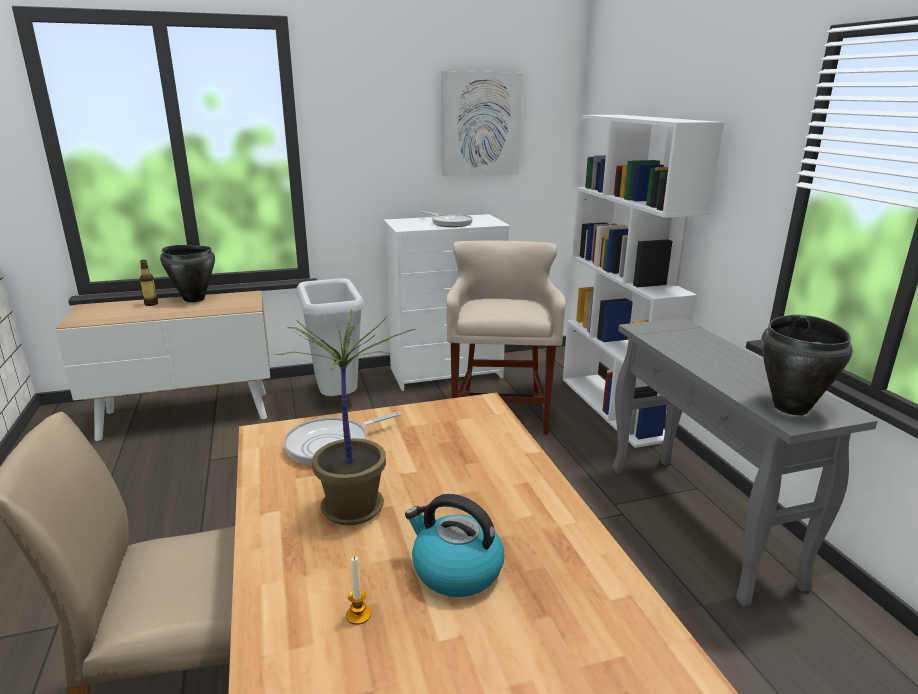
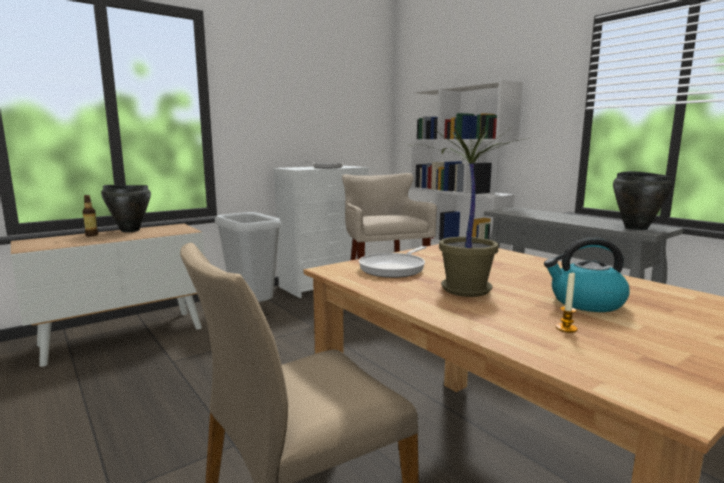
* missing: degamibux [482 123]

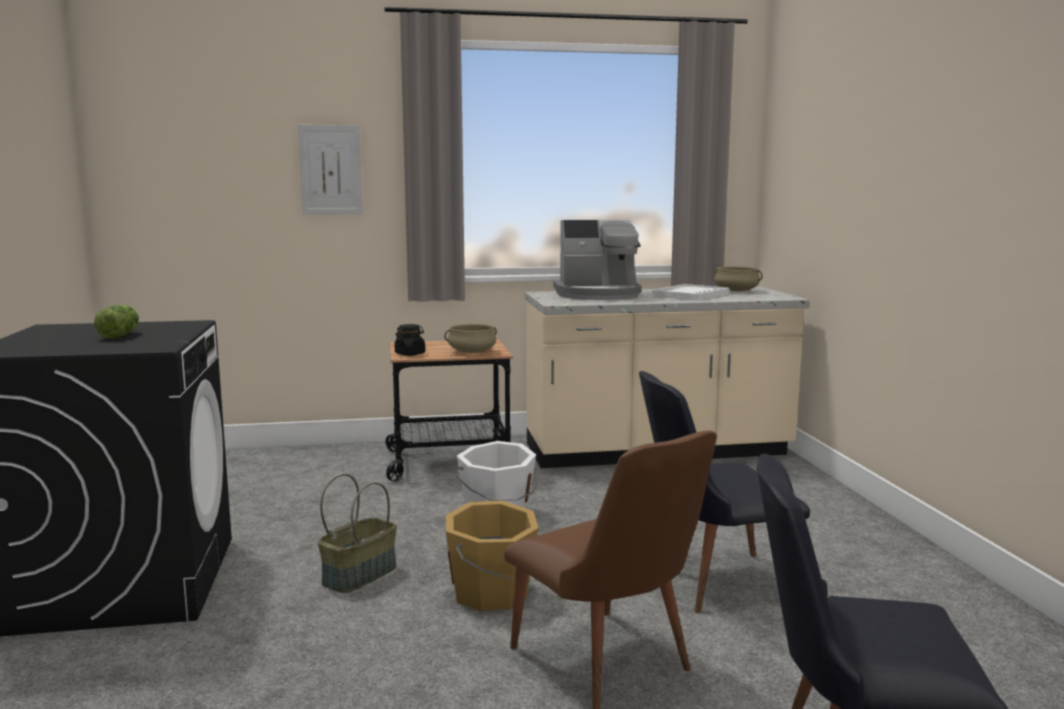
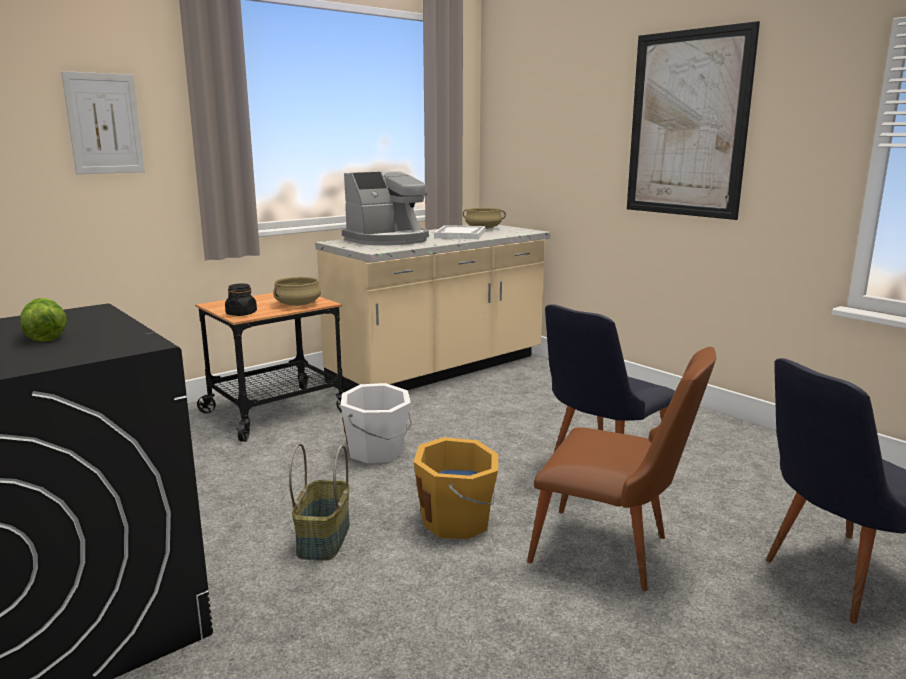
* appeared: degamibux [693 120]

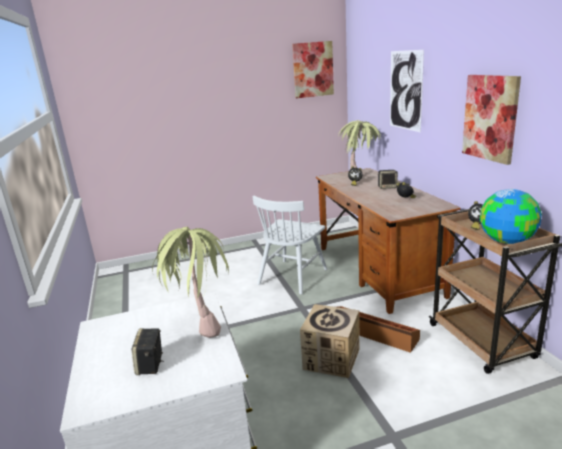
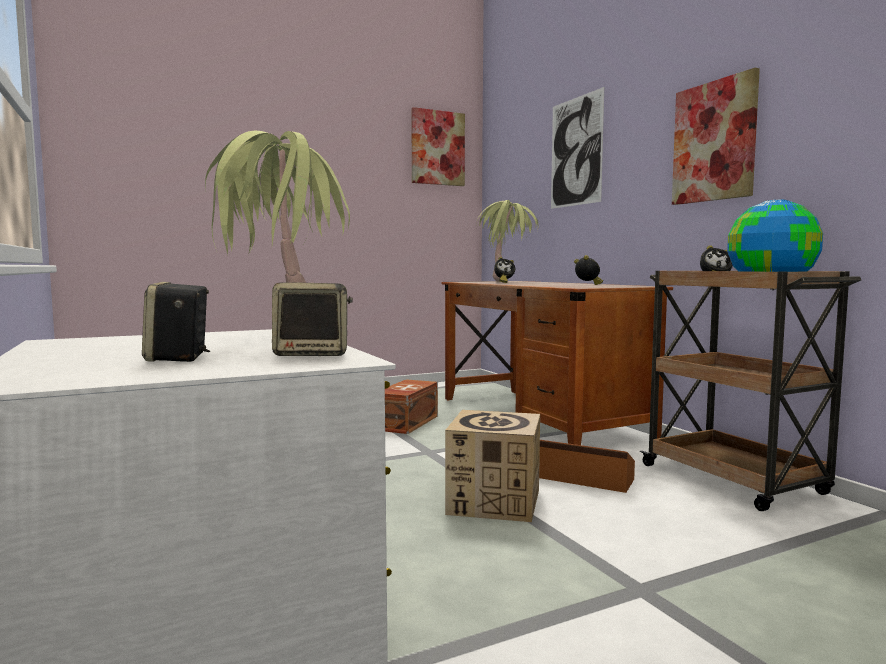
* relocated: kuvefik [388 179] to [312 319]
* exchanged: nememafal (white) [290 245] to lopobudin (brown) [411 406]

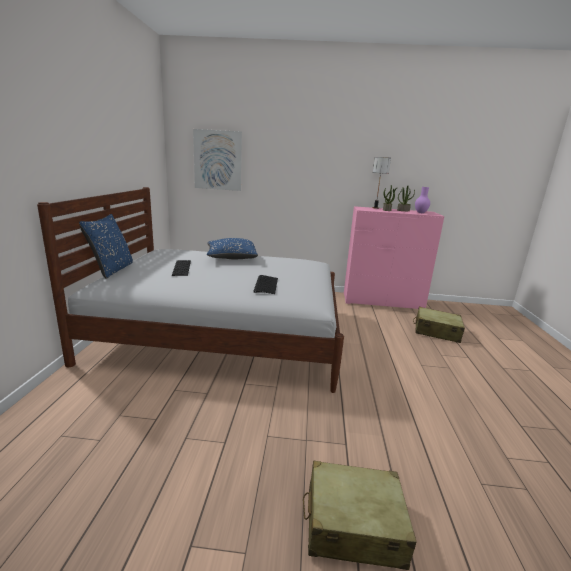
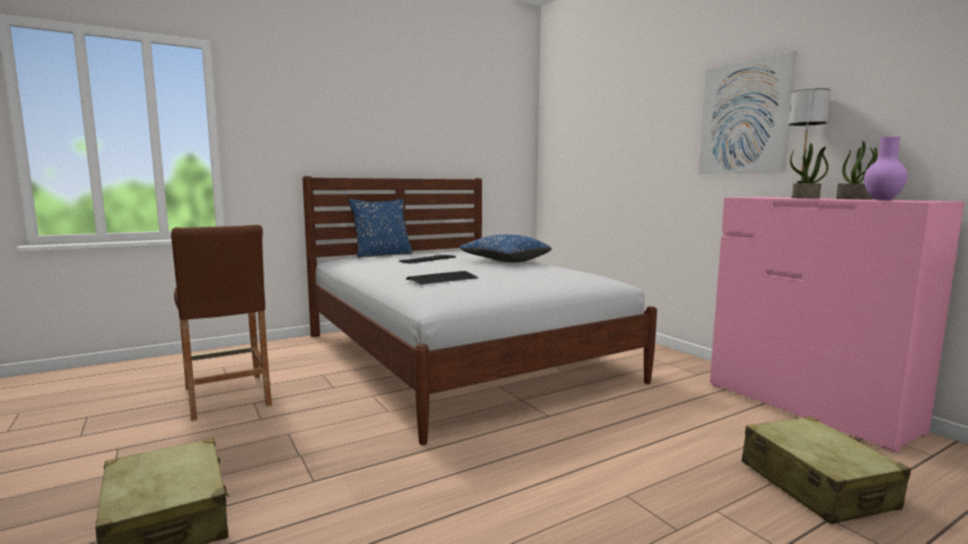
* appeared: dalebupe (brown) [221 323]
* relocated: degamibux [217 160] to [748 112]

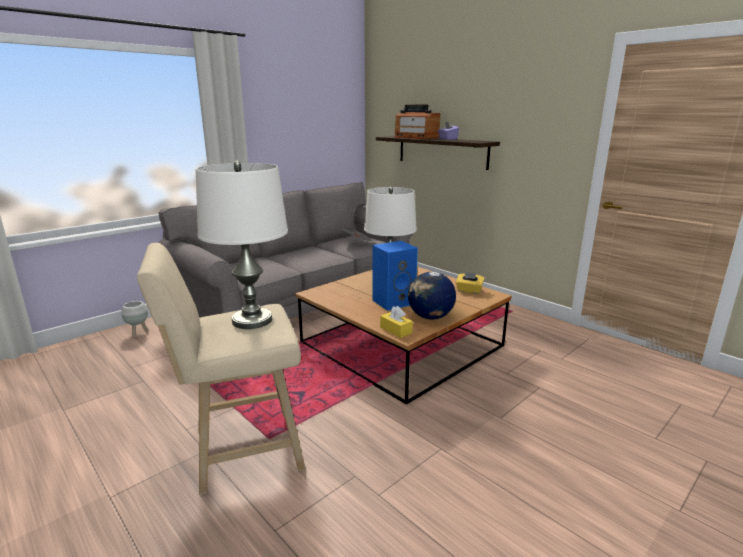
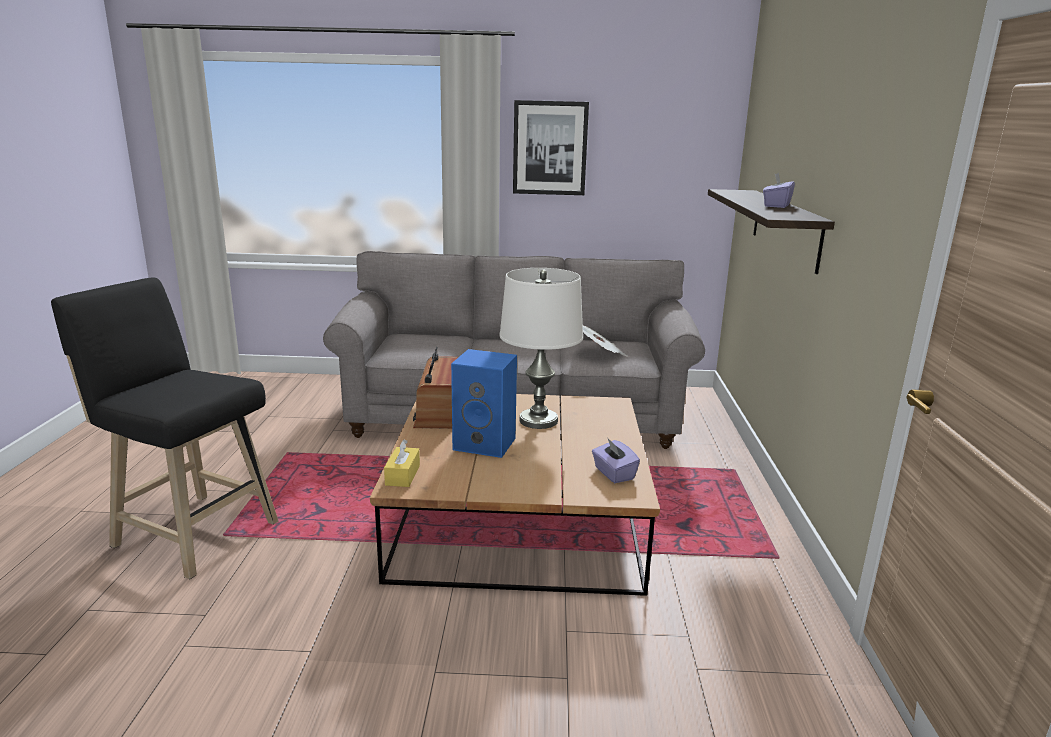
* colour: dalebupe (beige) [221 369] to dalebupe (black) [164 428]
* relocated: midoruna [417 122] to [435 388]
* appeared: degamibux [551 147]
* colour: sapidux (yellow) [470 283] to sapidux (purple) [616 460]
* missing: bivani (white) [135 319]
* missing: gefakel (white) [242 245]
* missing: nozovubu [432 296]

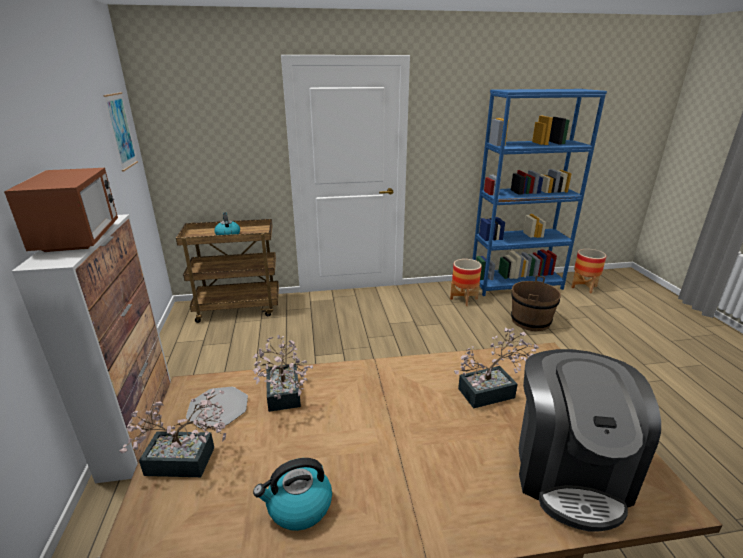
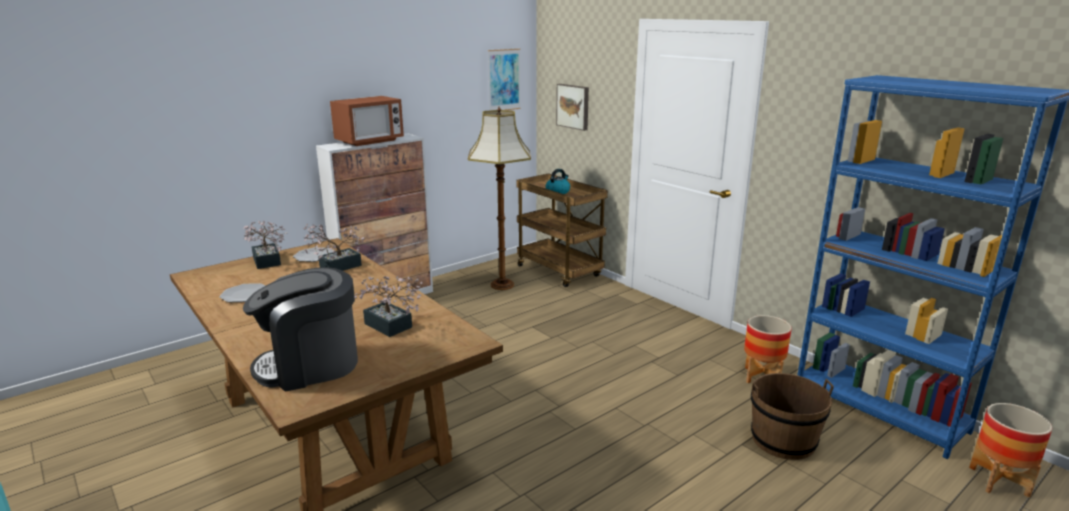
* exchanged: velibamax [292 494] to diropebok [242 292]
* appeared: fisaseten [499 198]
* appeared: degamibux [572 107]

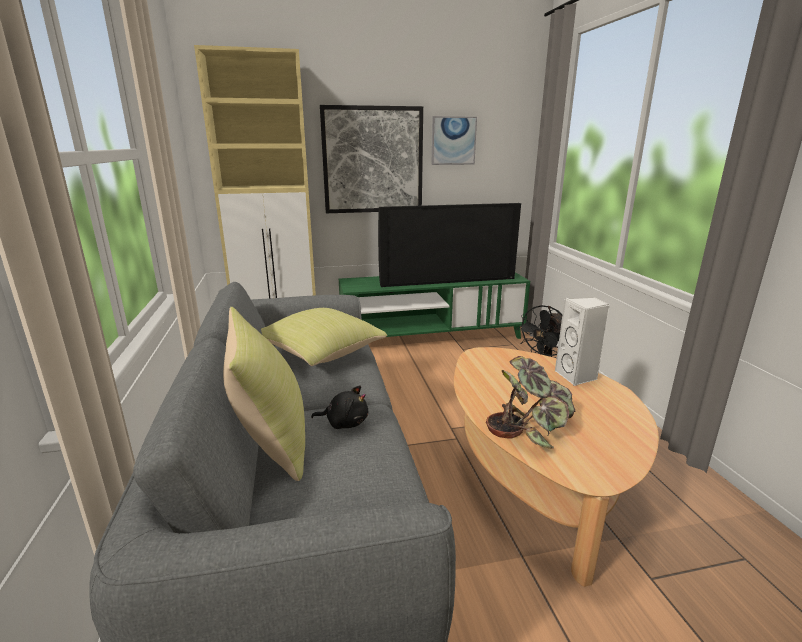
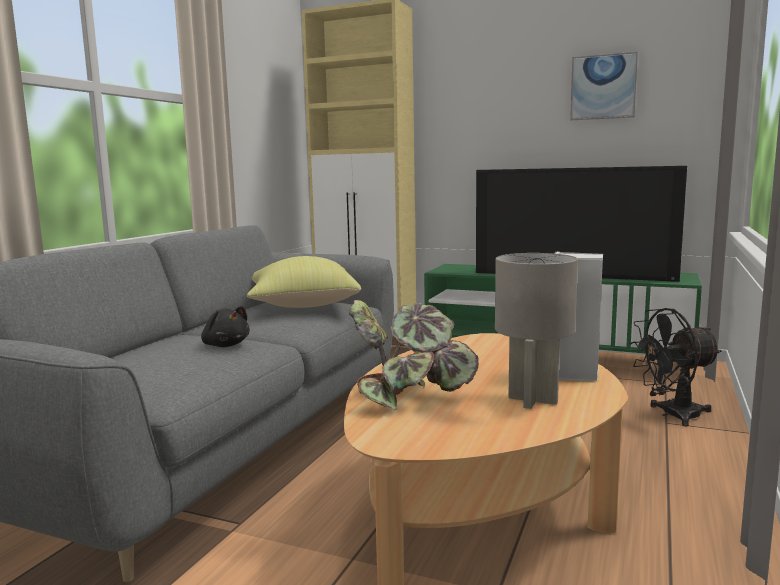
* appeared: gefakel (grey) [536 331]
* missing: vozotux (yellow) [264 394]
* missing: degamibux [371 159]

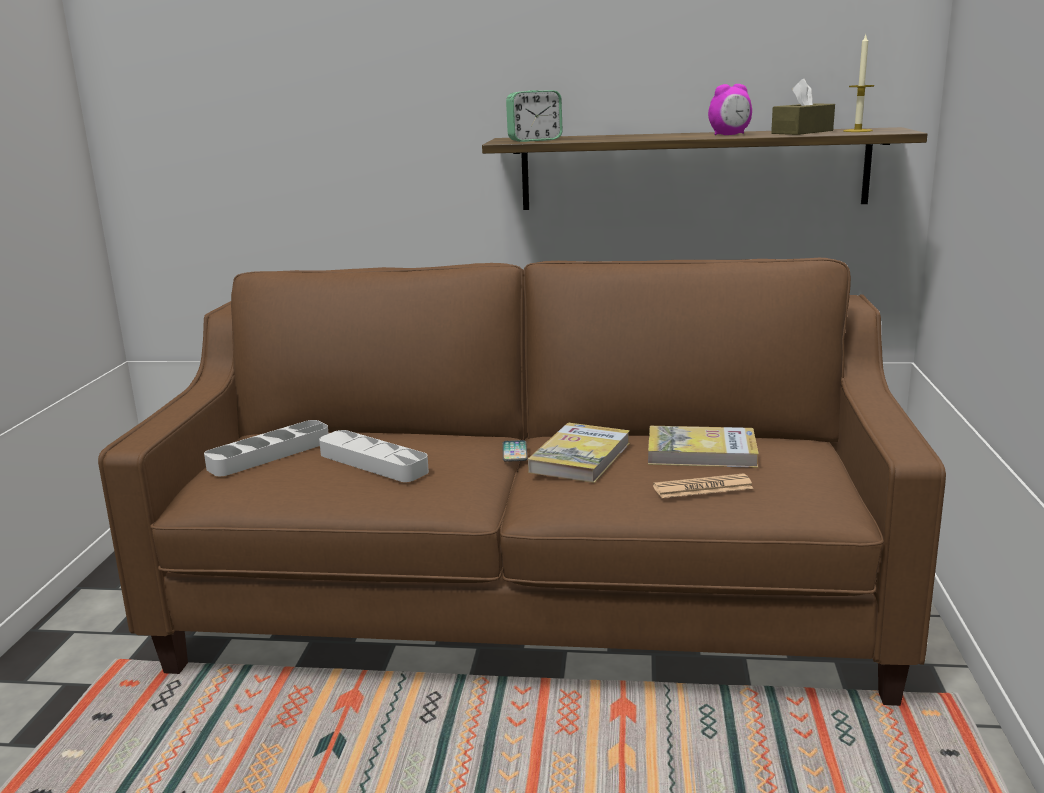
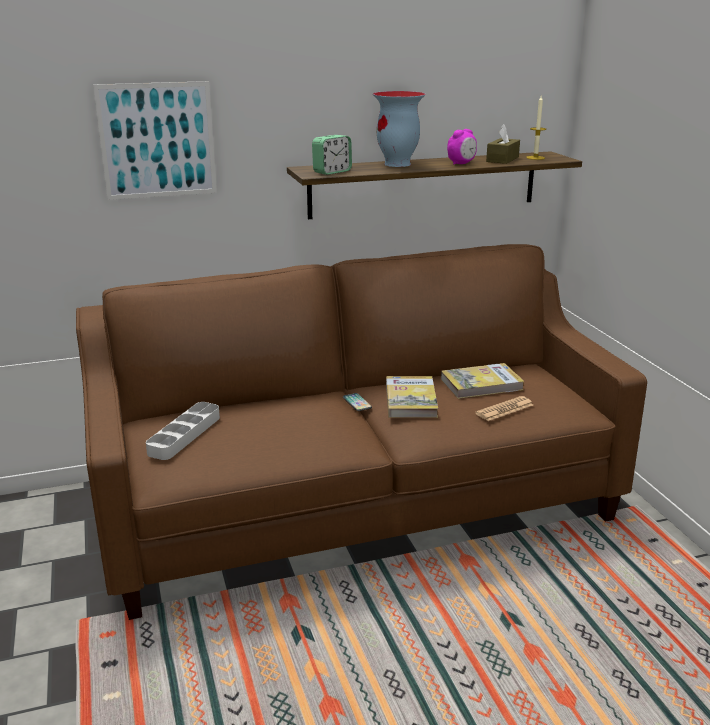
* appeared: degamibux [155 140]
* appeared: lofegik [399 129]
* missing: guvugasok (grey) [374 456]

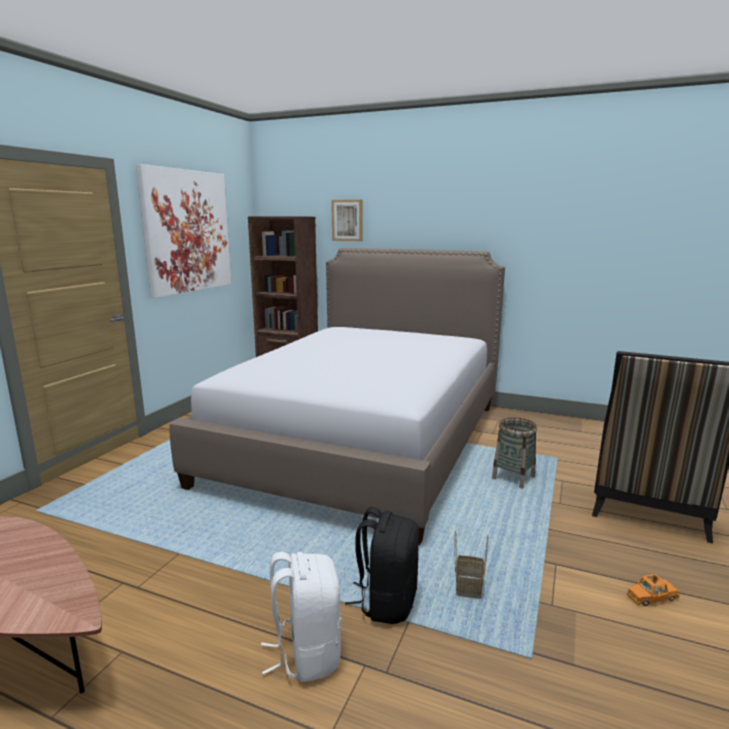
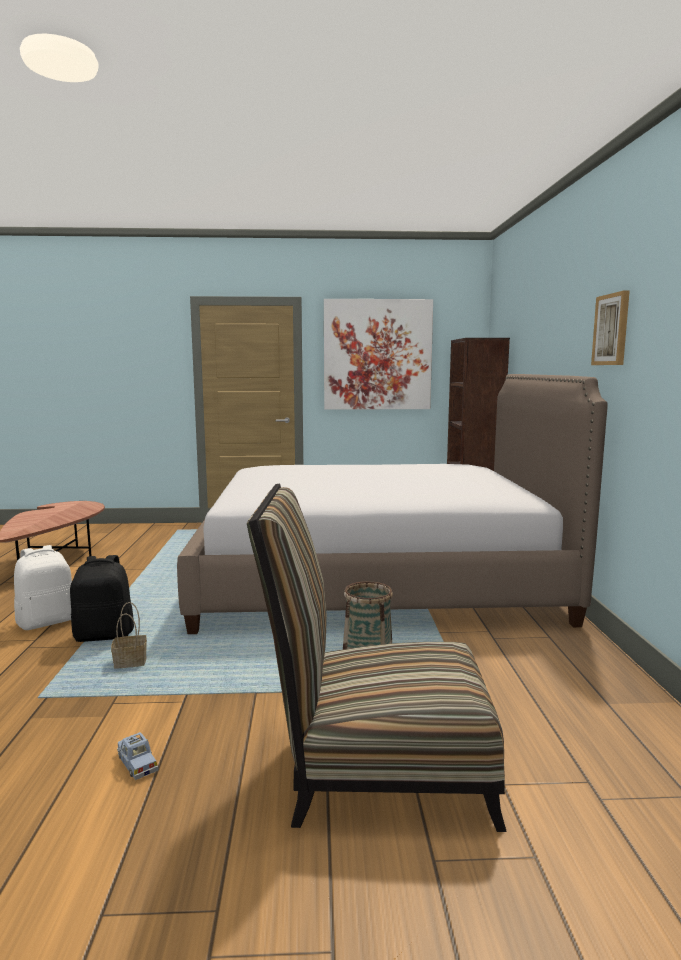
* colour: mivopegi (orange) [653 590] to mivopegi (blue) [138 756]
* relocated: degamibux [347 220] to [610 327]

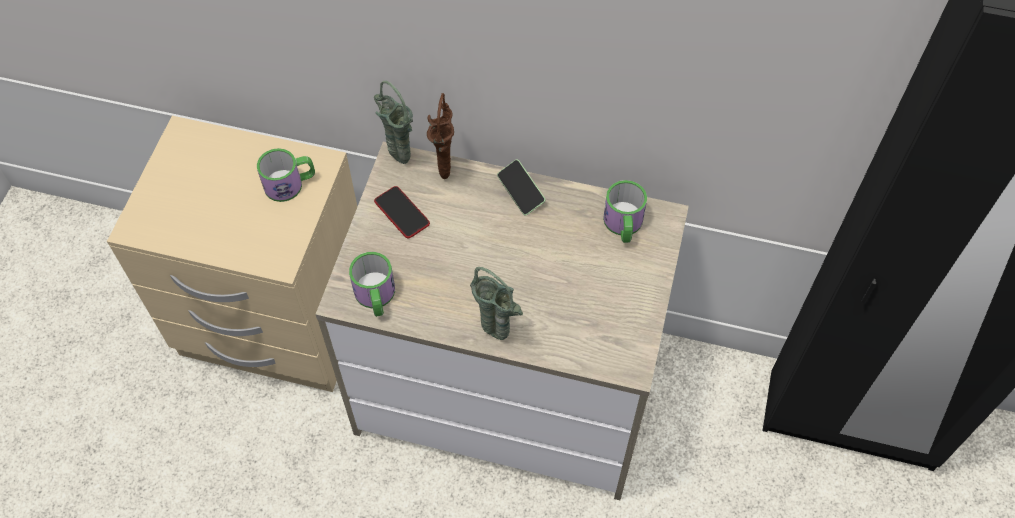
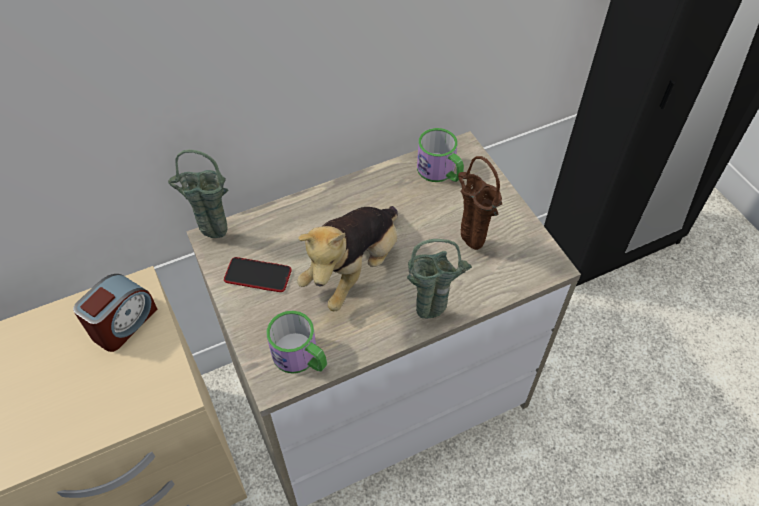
* exchanged: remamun [286 175] to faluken [115 313]
* appeared: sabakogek [347 258]
* relocated: lofegik (brown) [440 136] to [480 203]
* missing: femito [521 187]

